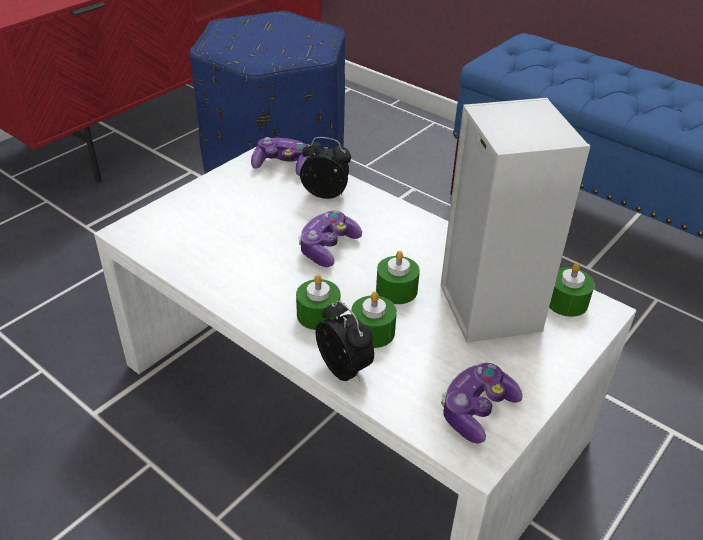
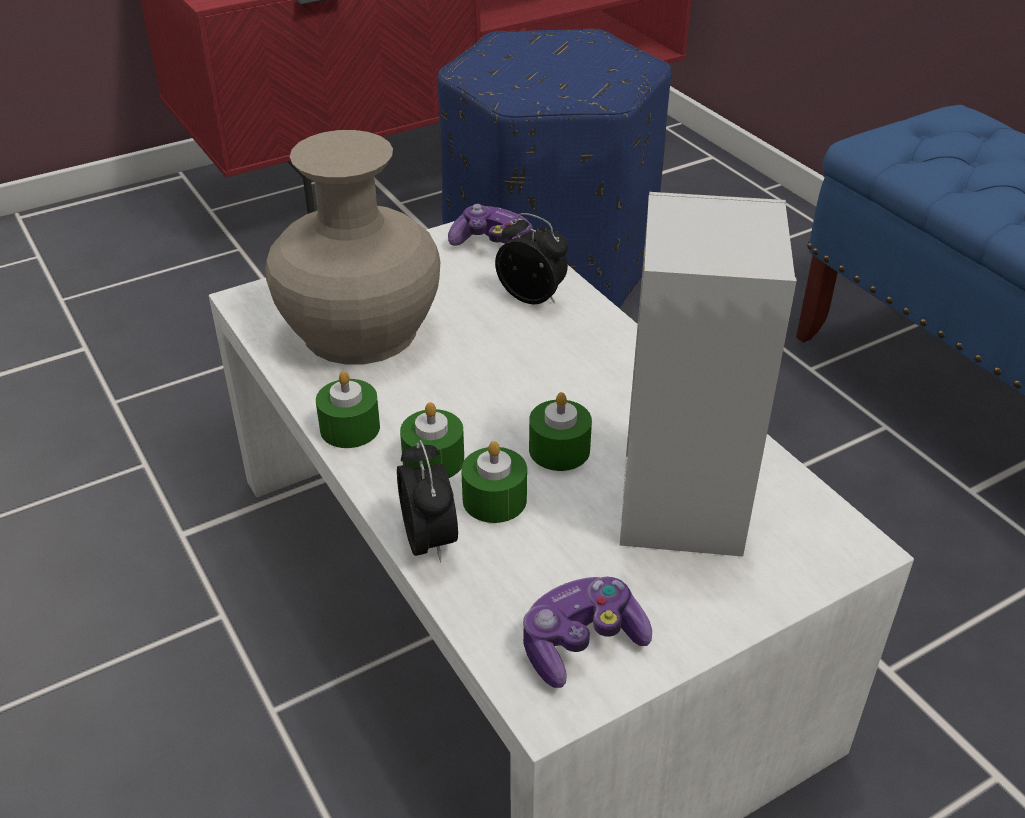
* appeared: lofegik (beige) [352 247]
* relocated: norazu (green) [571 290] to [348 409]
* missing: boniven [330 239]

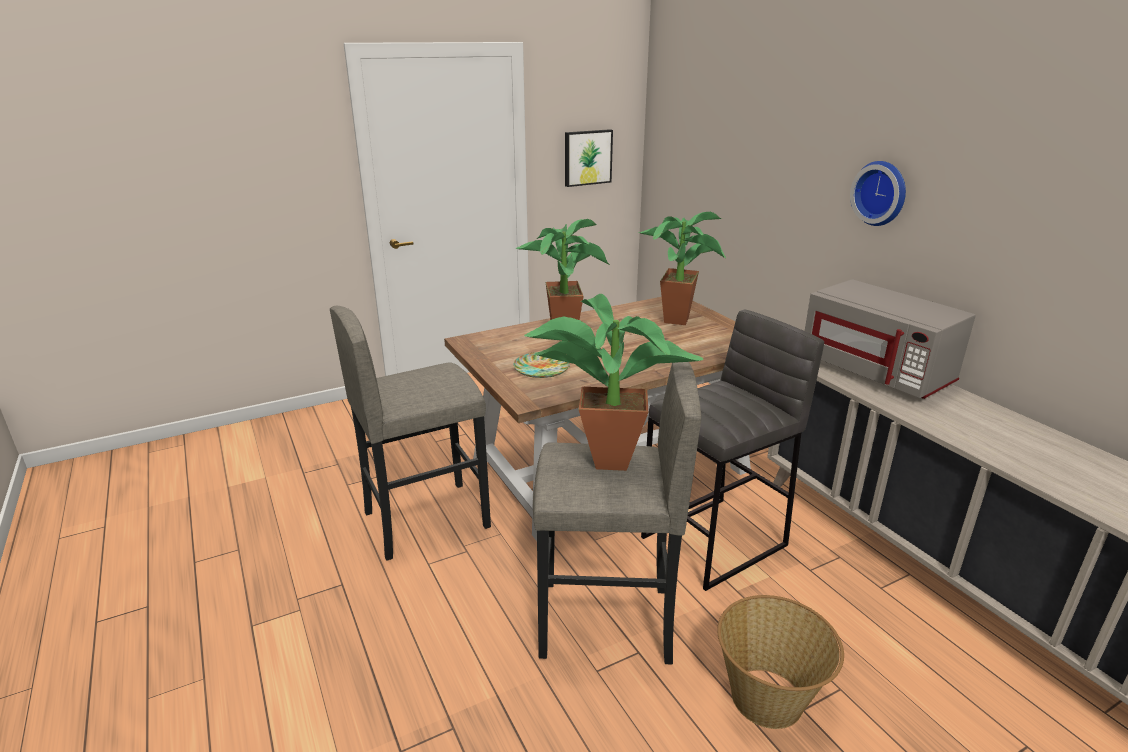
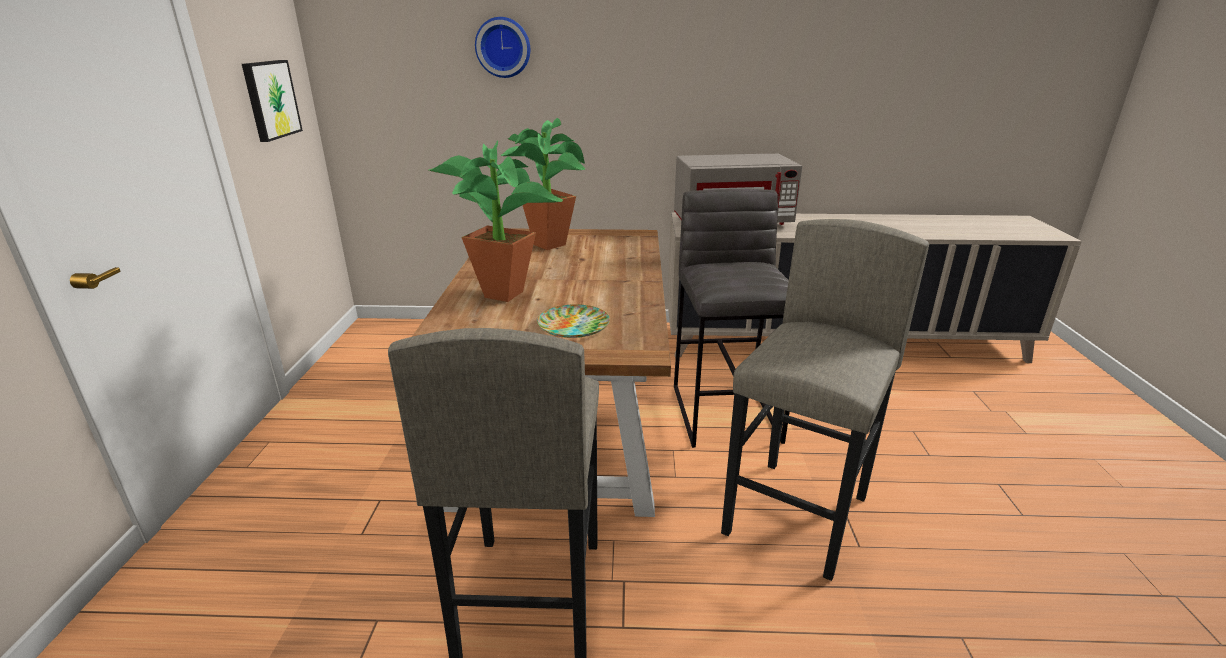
* relocated: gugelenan [878 193] to [502 47]
* missing: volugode [613 382]
* missing: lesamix [780 662]

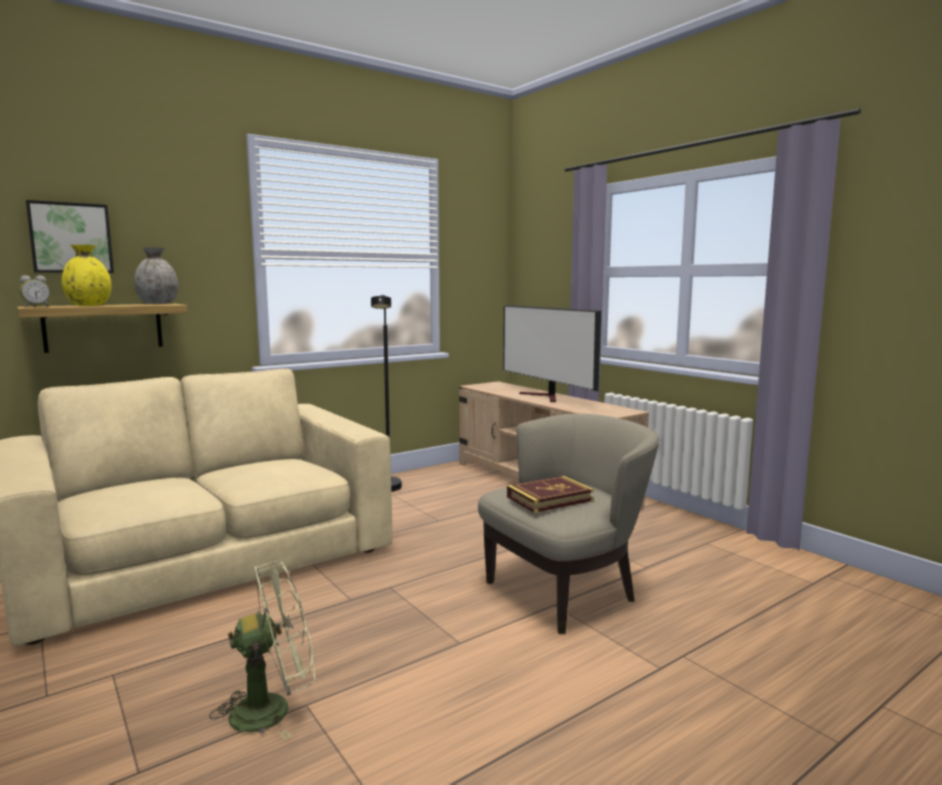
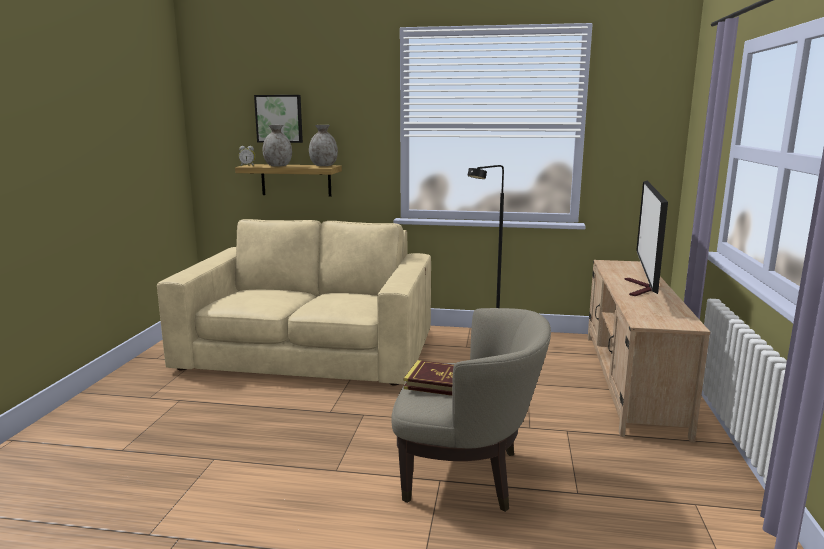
* colour: lofegik (yellow) [87 275] to lofegik (grey) [277 146]
* missing: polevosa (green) [262 650]

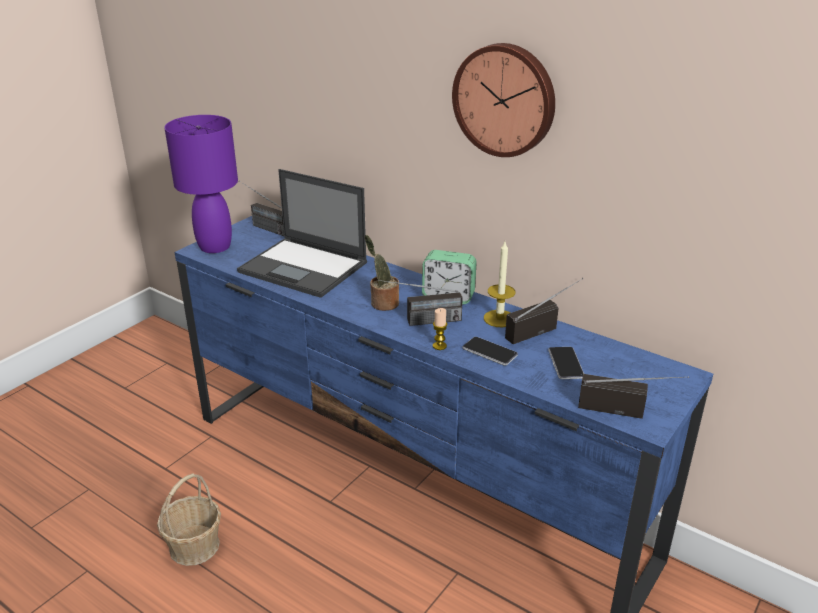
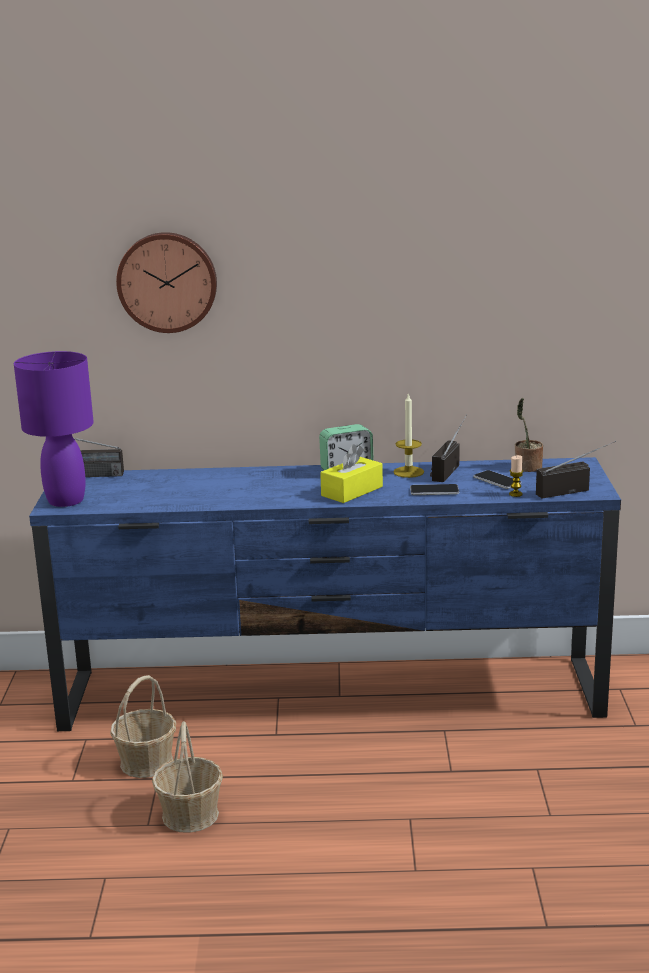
* appeared: lesamix [143 726]
* relocated: gugelenan [503 100] to [166 282]
* exchanged: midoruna [420 303] to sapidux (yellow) [351 473]
* relocated: norazu [440 329] to [516 476]
* relocated: volugode [382 273] to [529 435]
* missing: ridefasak [302 233]

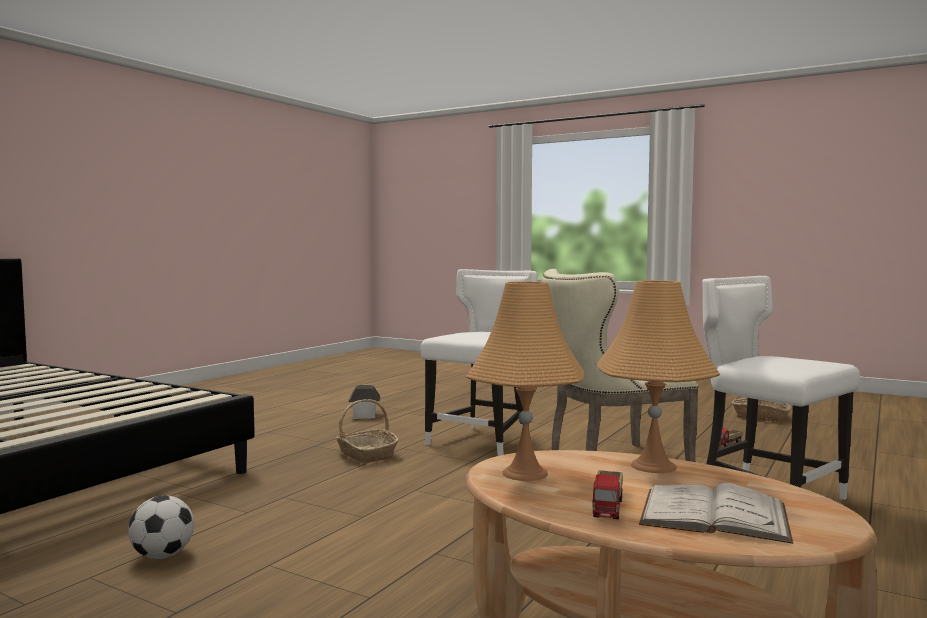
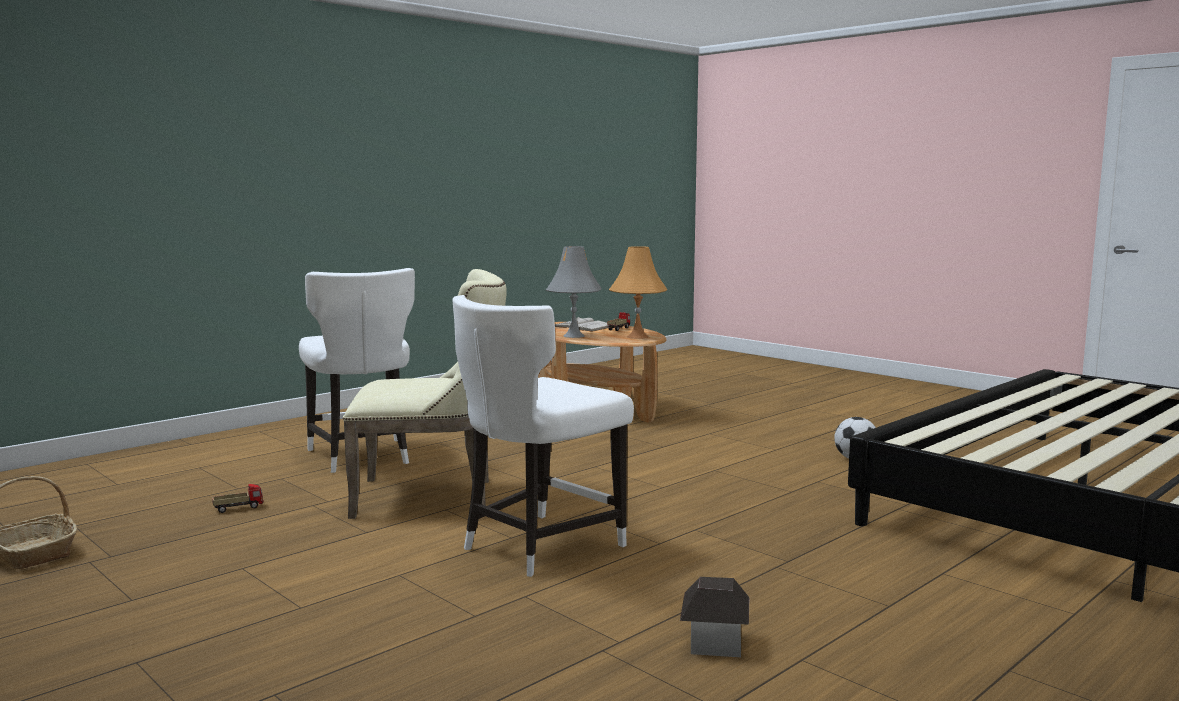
* colour: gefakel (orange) [658 376] to gefakel (grey) [573 292]
* missing: lesamix [367 431]

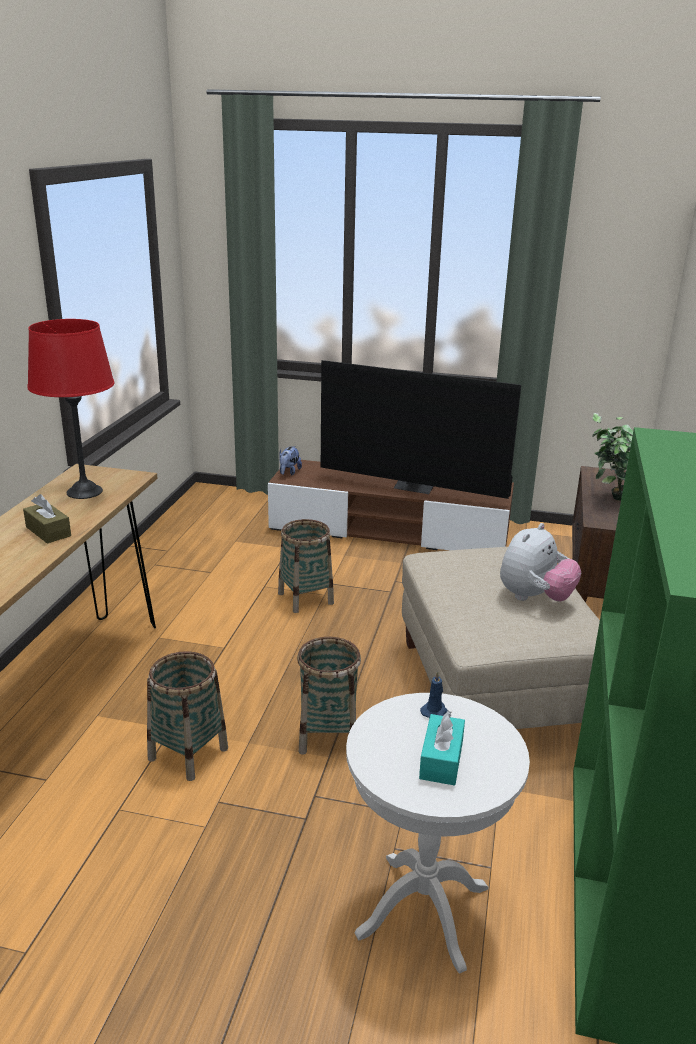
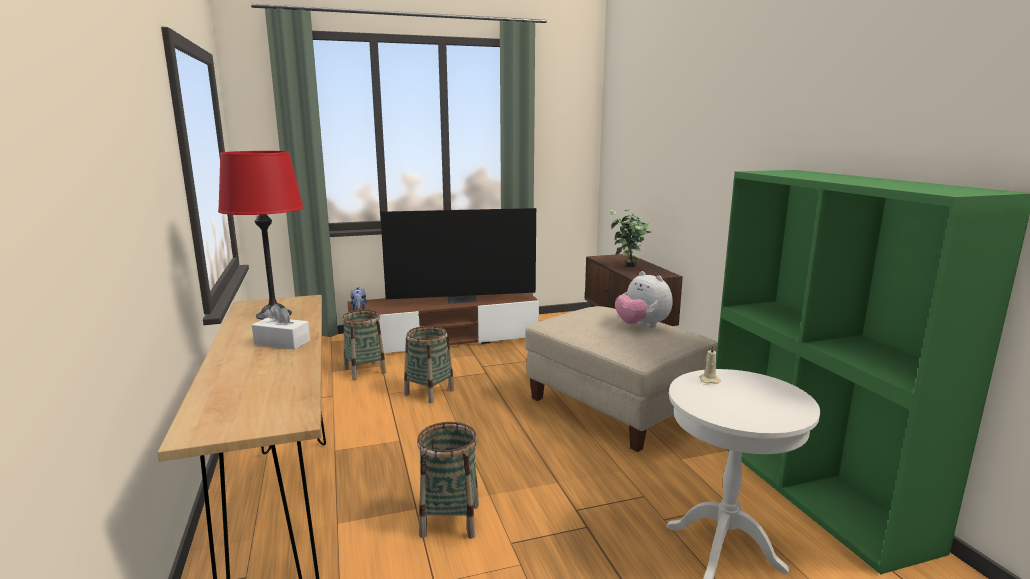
* colour: sapidux (brown) [47 519] to sapidux (white) [281 326]
* relocated: lesamix [329 696] to [364 345]
* spun: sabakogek [540 562] = [643 299] 135 degrees clockwise
* colour: norazu (blue) [434 694] to norazu (beige) [710 364]
* missing: sapidux (turquoise) [442 748]

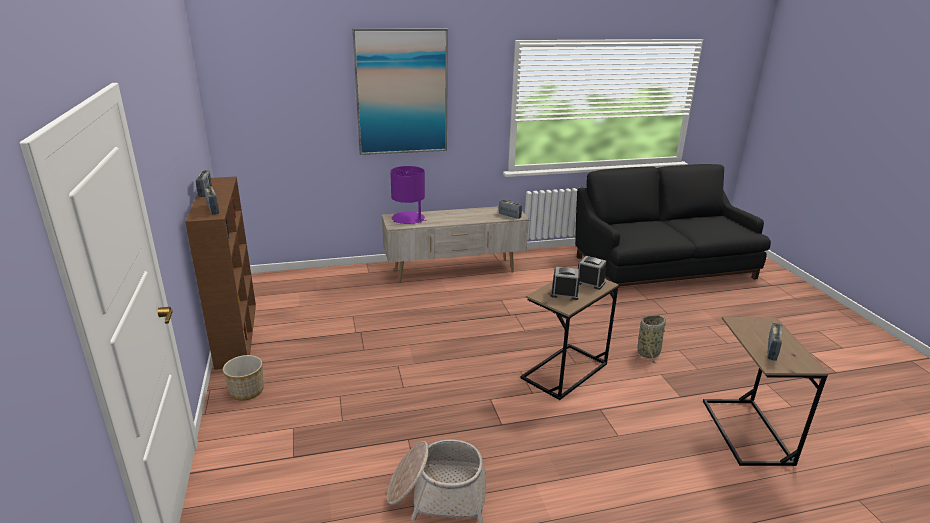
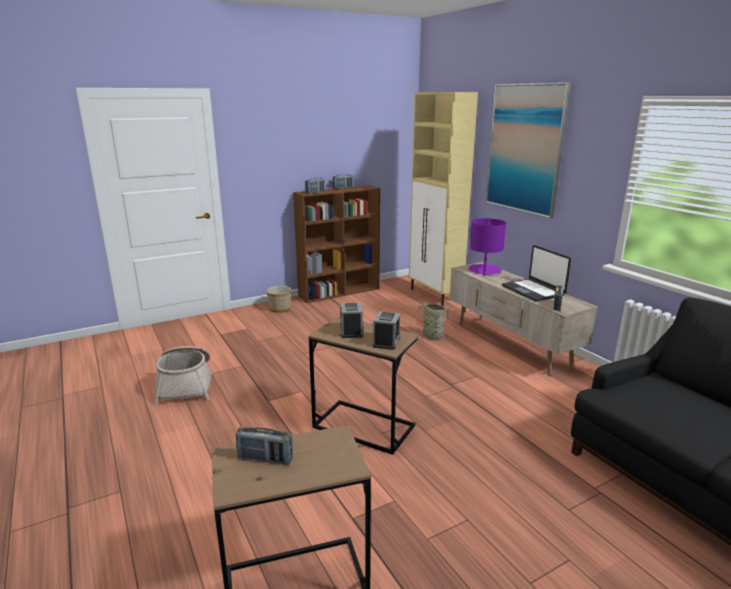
* appeared: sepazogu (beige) [443 199]
* relocated: lesamix [650 339] to [438 321]
* appeared: ridefasak [536 273]

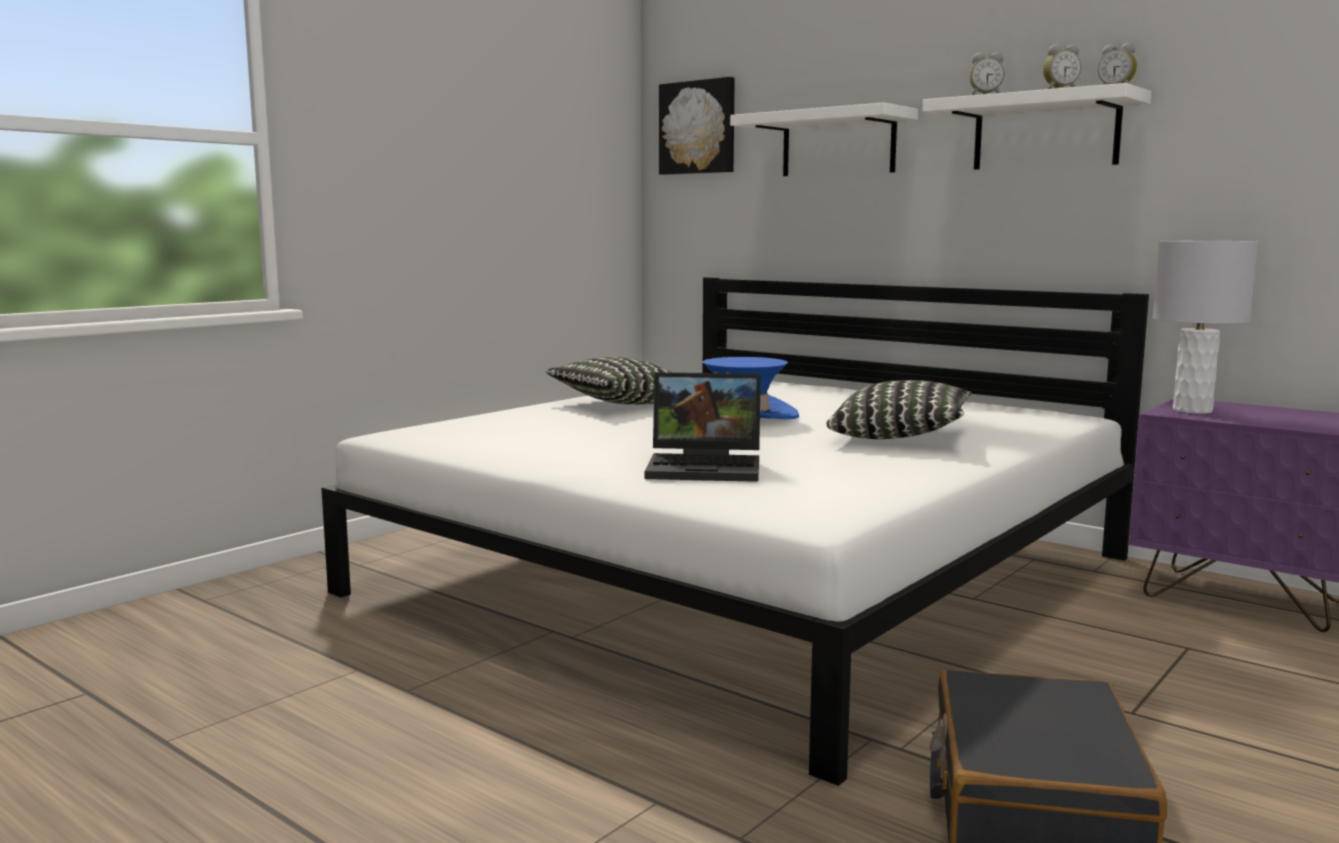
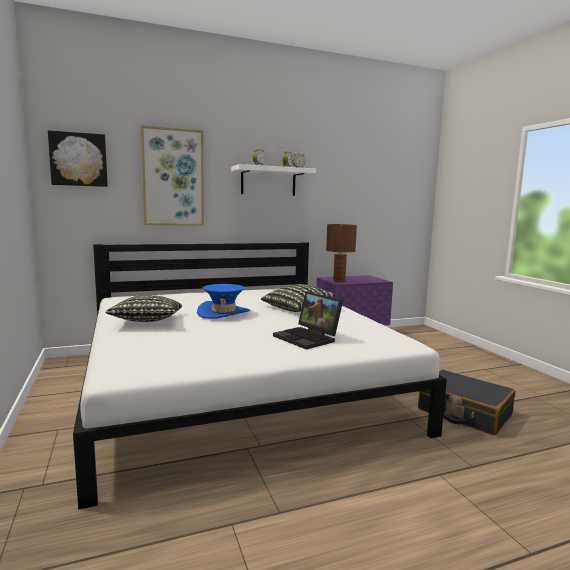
* exchanged: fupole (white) [824 139] to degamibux [172 175]
* spun: ridefasak [703 427] = [308 320] 105 degrees clockwise
* colour: gefakel (grey) [1205 327] to gefakel (brown) [341 253]

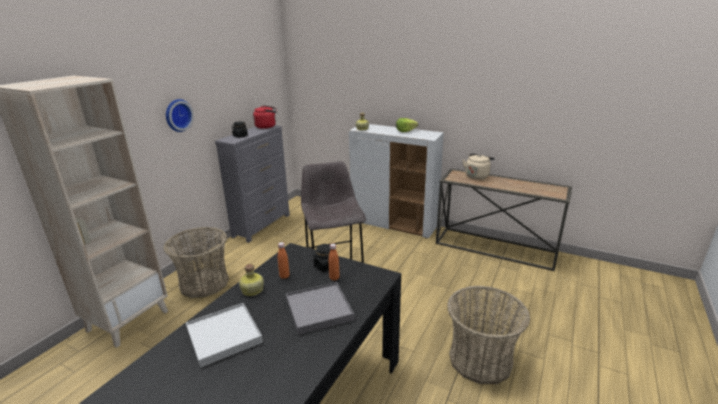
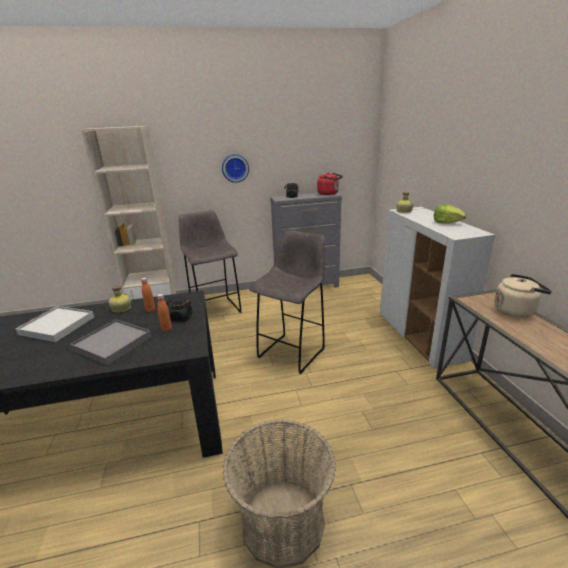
* exchanged: lesamix [196 262] to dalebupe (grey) [210 261]

